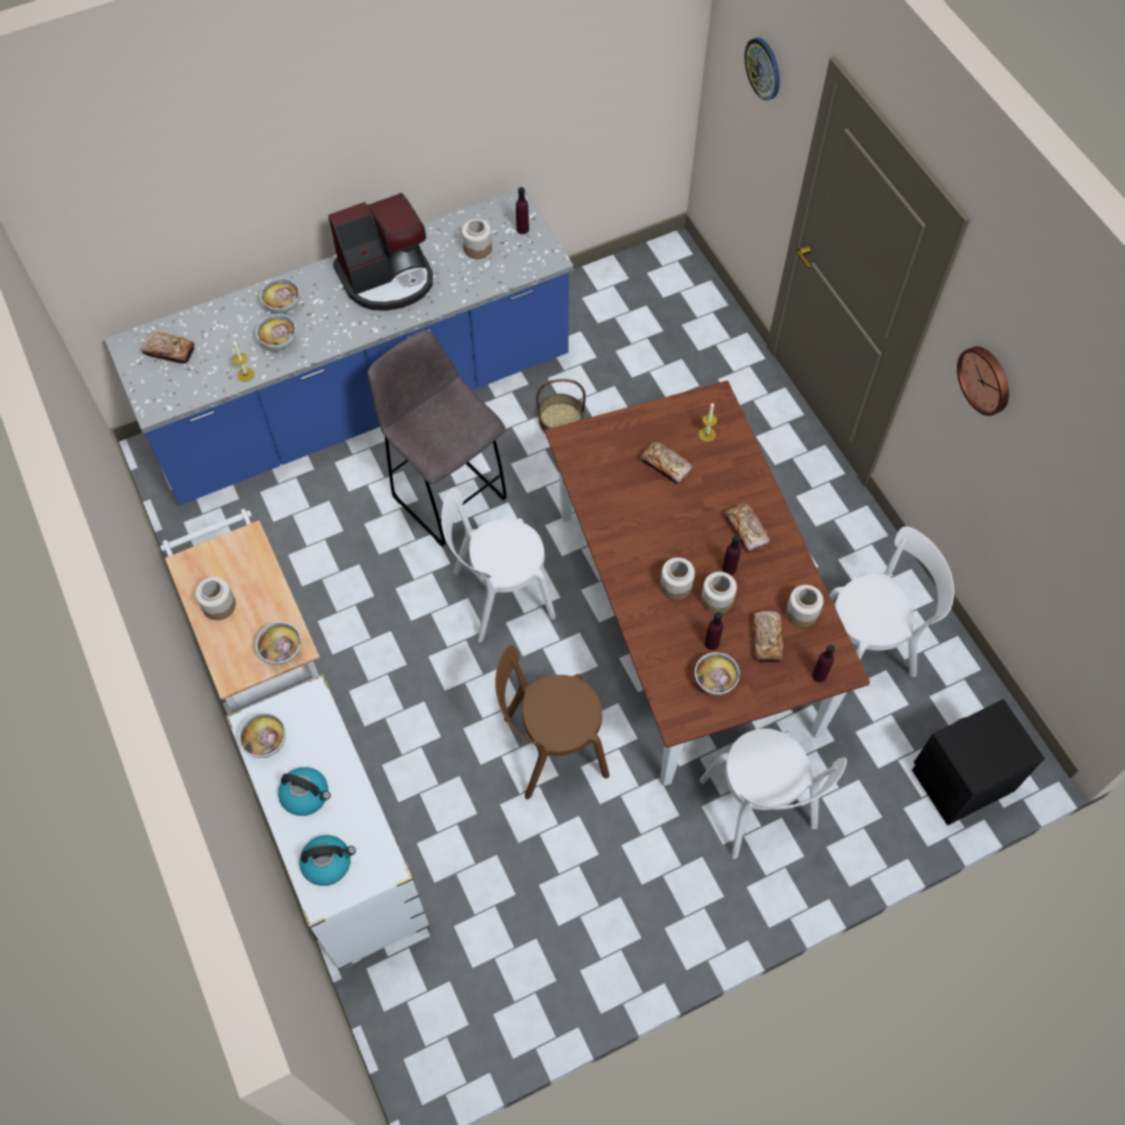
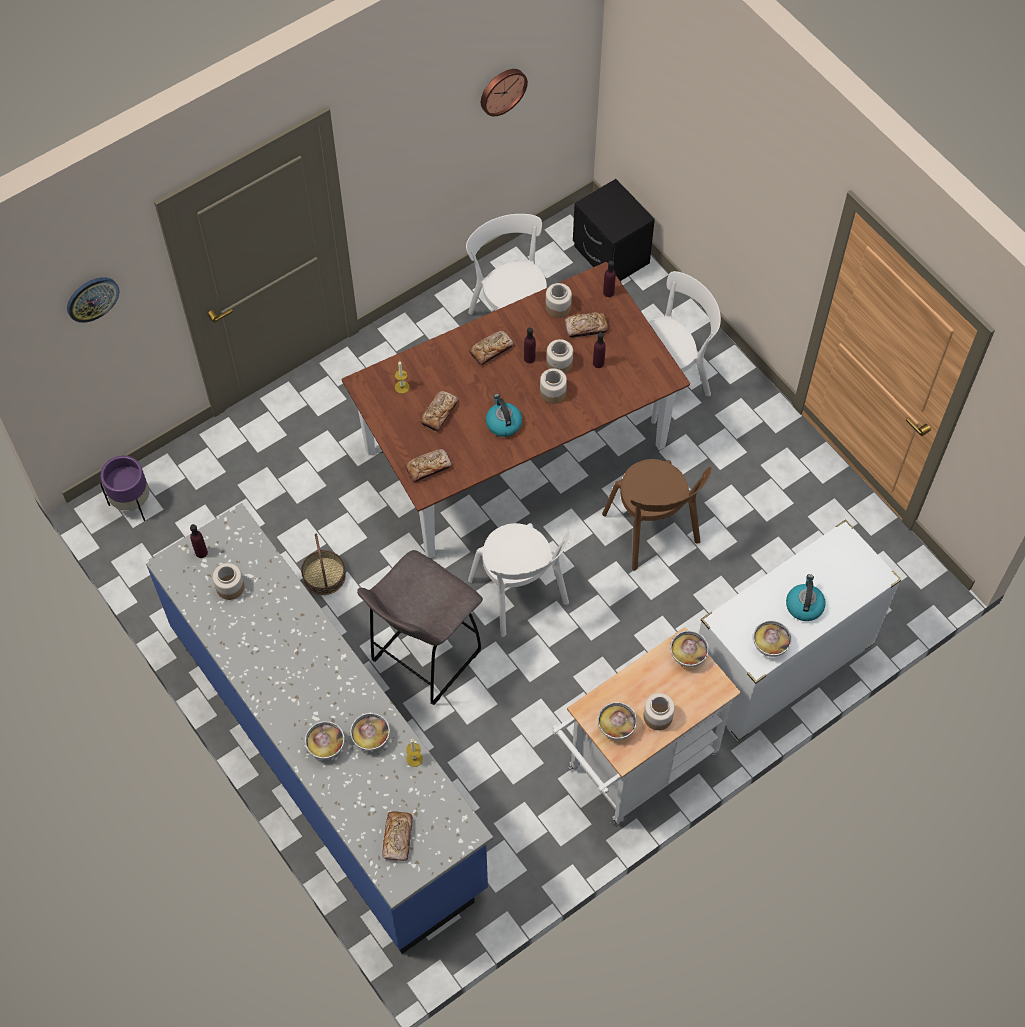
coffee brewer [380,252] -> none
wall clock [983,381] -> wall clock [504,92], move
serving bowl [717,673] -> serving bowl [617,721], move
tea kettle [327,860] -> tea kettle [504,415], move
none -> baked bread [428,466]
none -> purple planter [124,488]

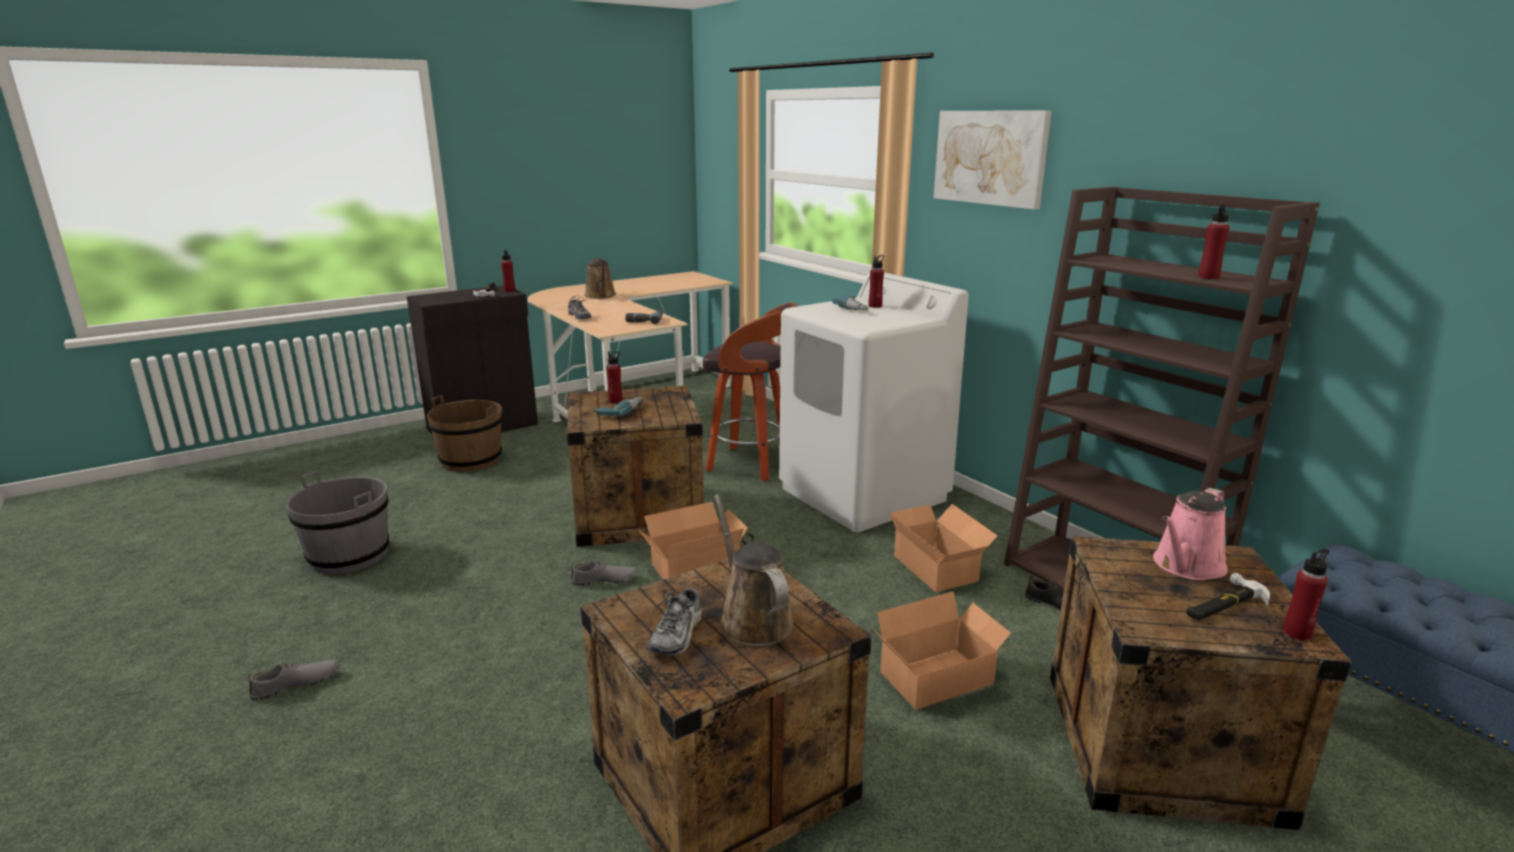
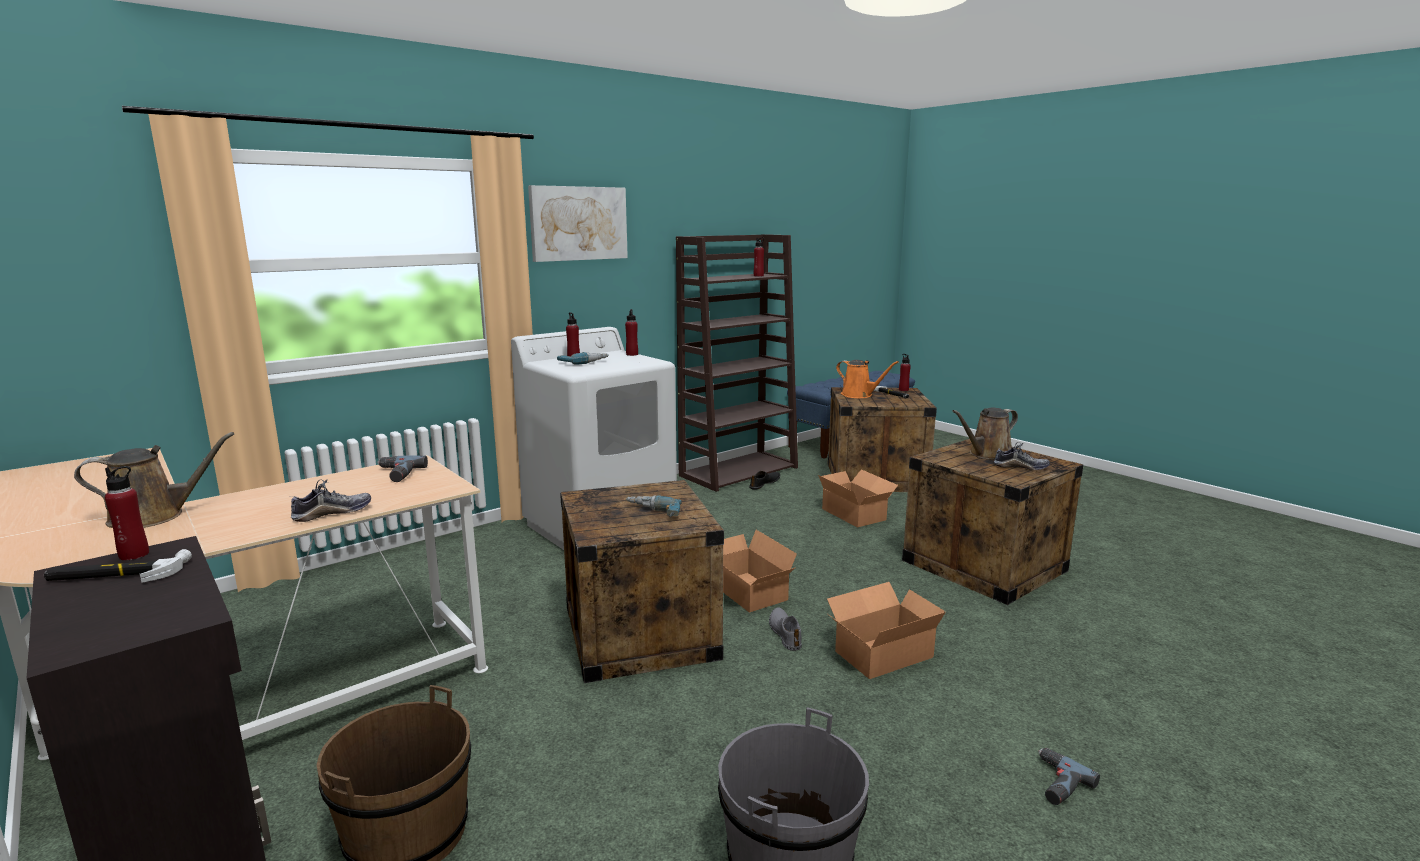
stool seat [750,391] -> none
red bottle [614,377] -> red bottle [631,332], move
pinkish watering can [1190,534] -> orangey watering can [867,379]
carton [943,548] -> carton [886,630], move
grey shoe [294,680] -> power drill [1069,776]

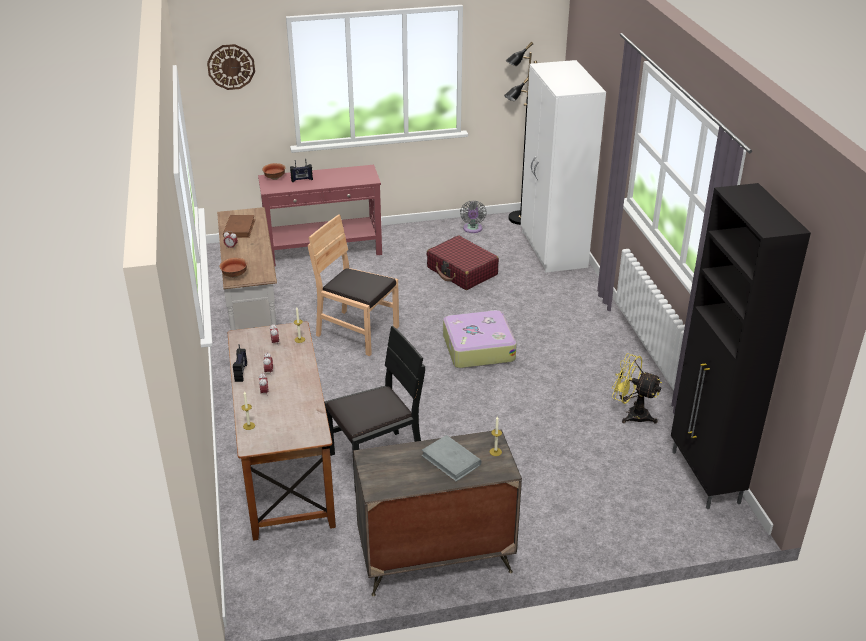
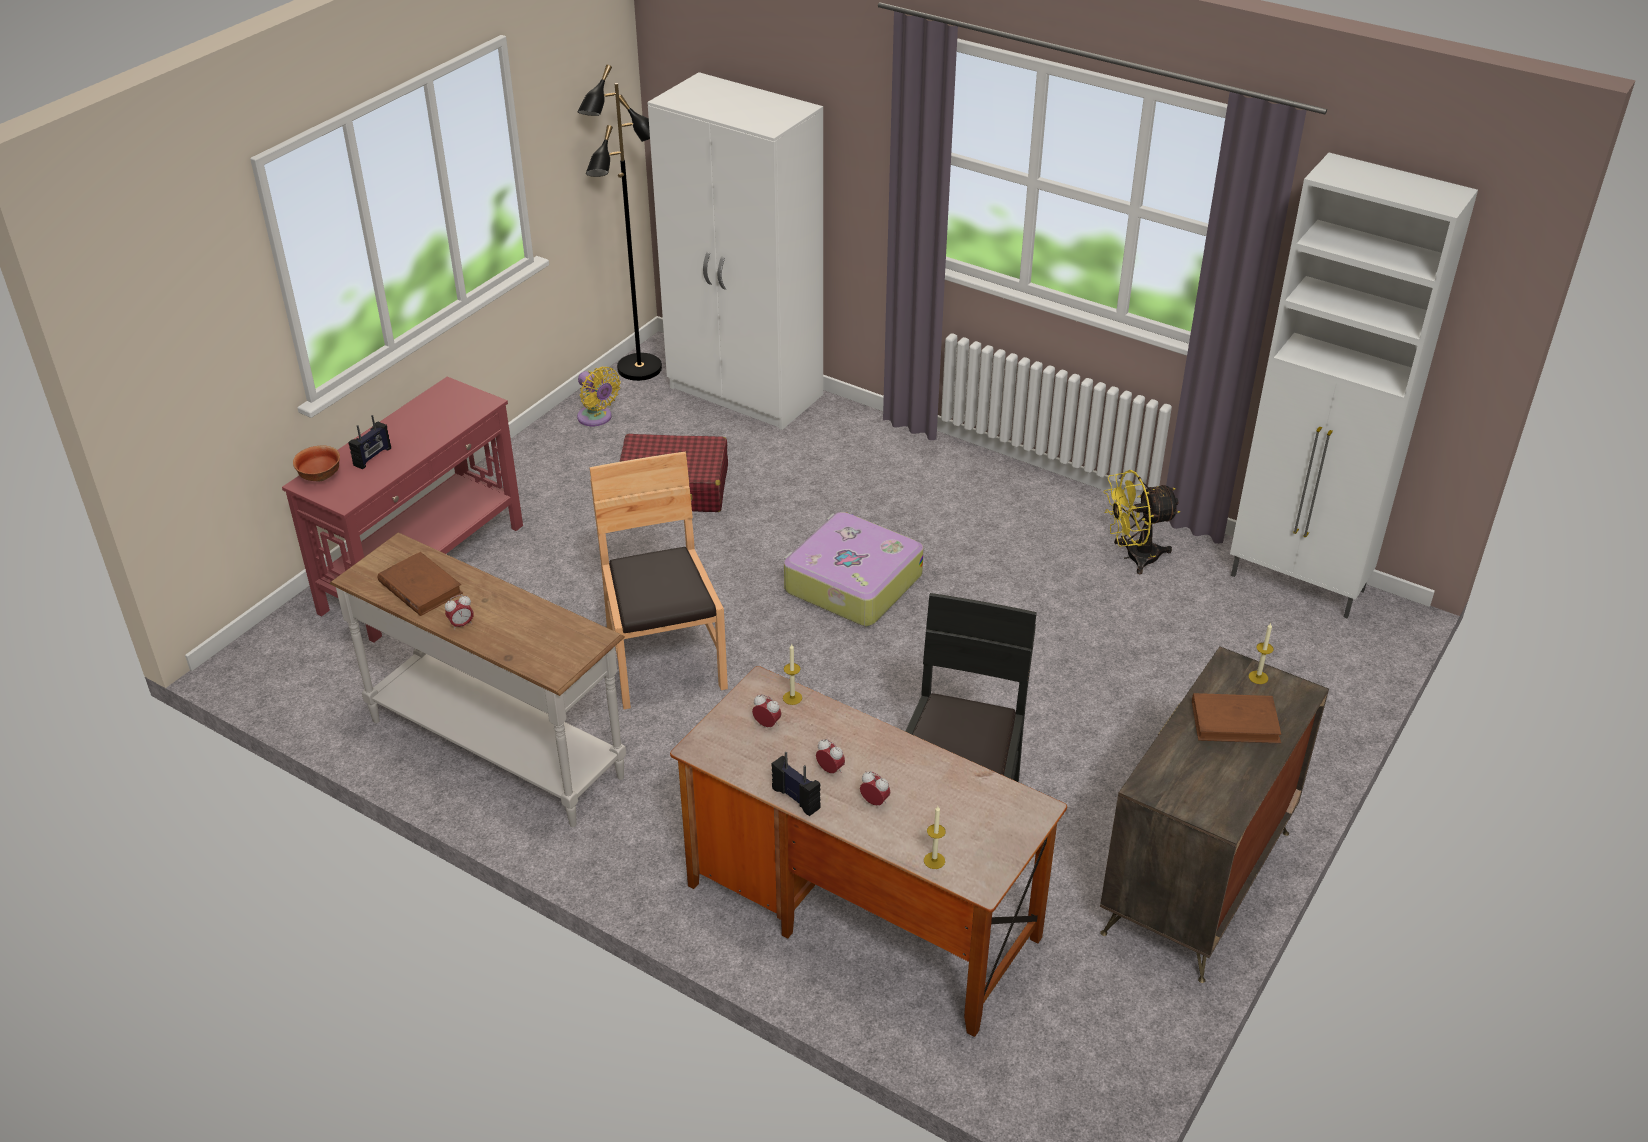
wall clock [231,67] -> none
black-coloured cabinet [741,346] -> white-coloured cabinet [1354,385]
grey cooling fan [473,216] -> yellow-coloured cooling fan [599,396]
brown-coloured upright chair [353,285] -> brown-coloured upright chair [659,580], 90 degrees clockwise
serving bowl [233,268] -> none
grey book [452,458] -> brown-coloured book [1236,718]

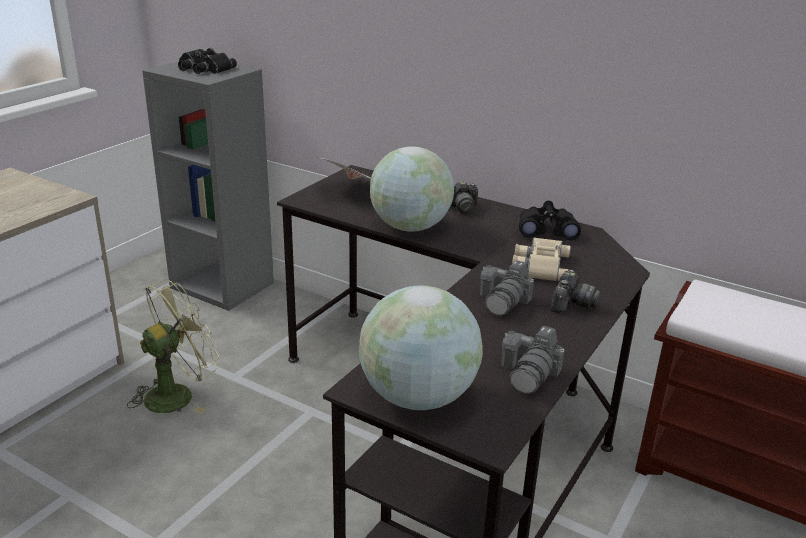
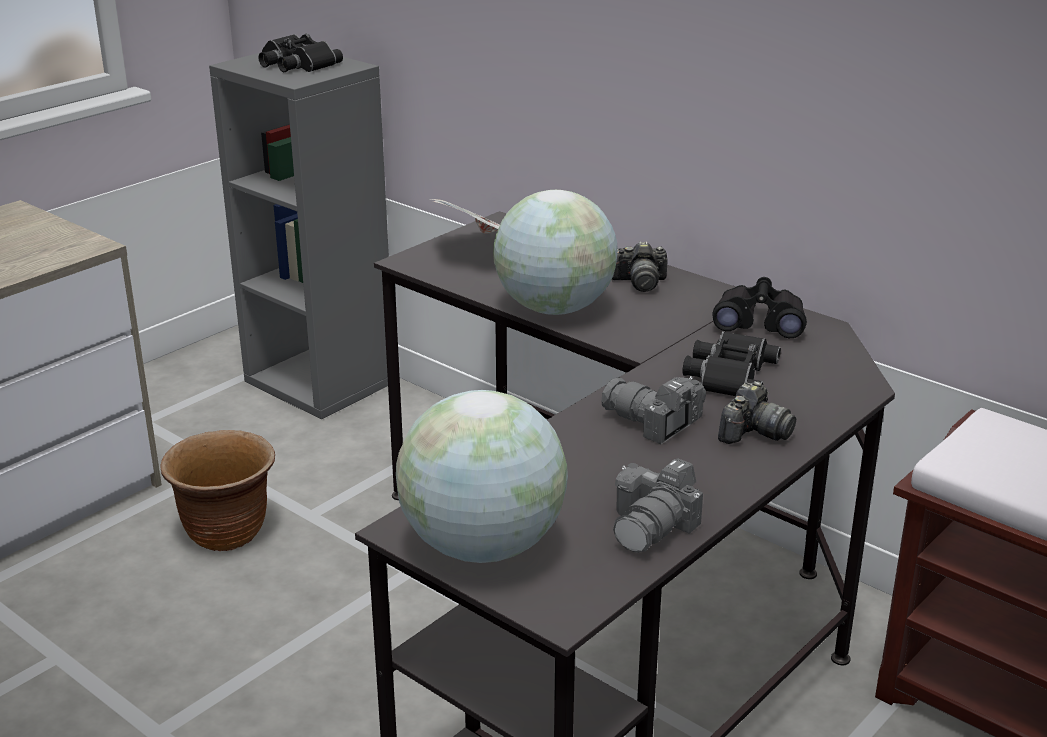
beige-coloured pair of binoculars [541,259] -> black-coloured pair of binoculars [731,363]
photo camera [507,288] -> photo camera [654,410], 90 degrees clockwise
green cooling fan [173,346] -> brown-coloured planter [217,490]

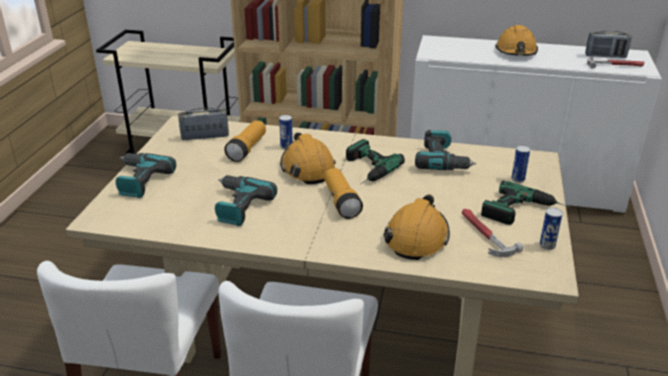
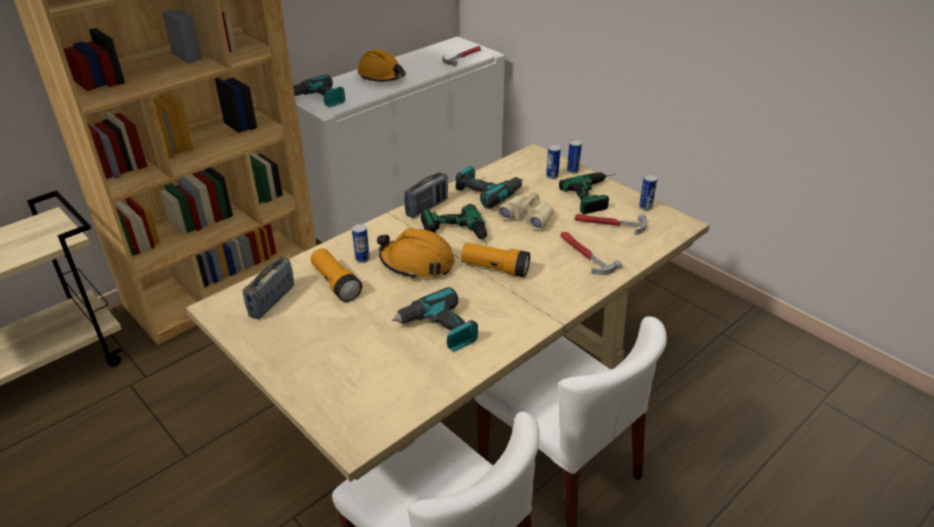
radio receiver [608,44] -> radio receiver [426,195], move
power drill [146,175] -> power drill [319,90], move
orangey work helmet [417,227] -> hammer [591,253]
none -> sealed can [574,157]
none -> beige-coloured pair of binoculars [526,211]

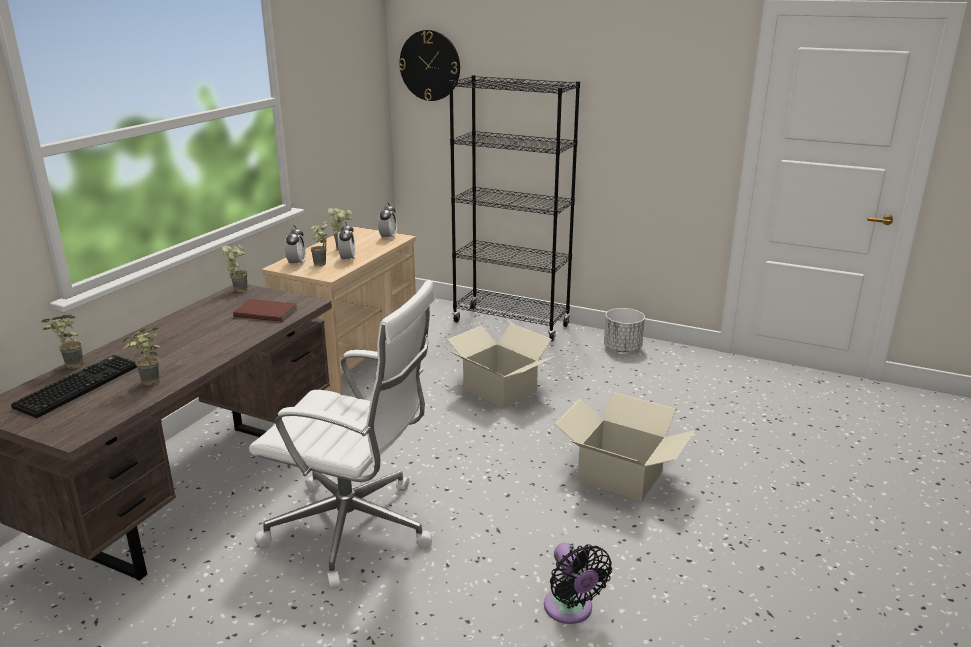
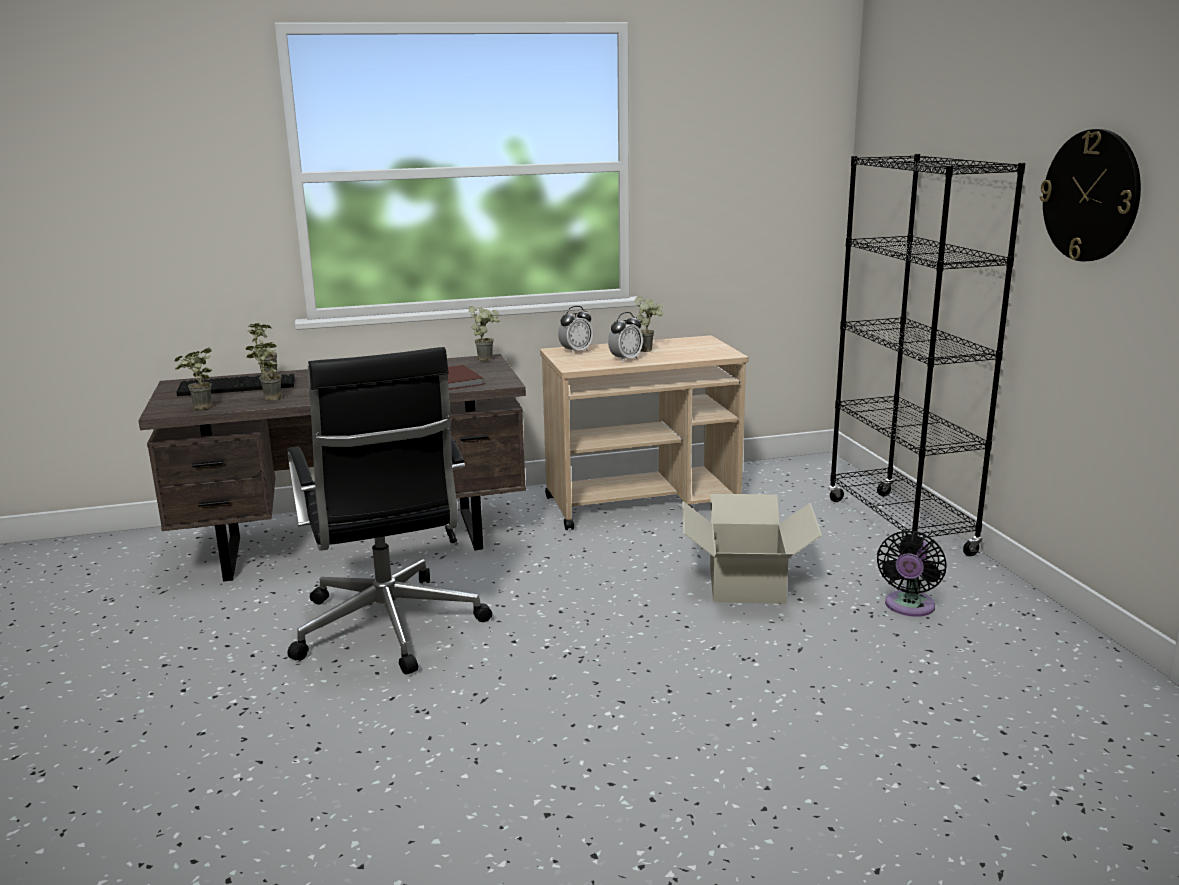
wall clock [429,65] -> wall clock [1090,195], move
alarm clock [387,221] -> none
houseplant [319,242] -> houseplant [193,379], move
white-coloured computer chair [342,434] -> black-coloured computer chair [389,511]
white-coloured planter [624,330] -> none
carton [625,447] -> none
black-coloured cooling fan [578,583] -> black-coloured cooling fan [911,574], move

